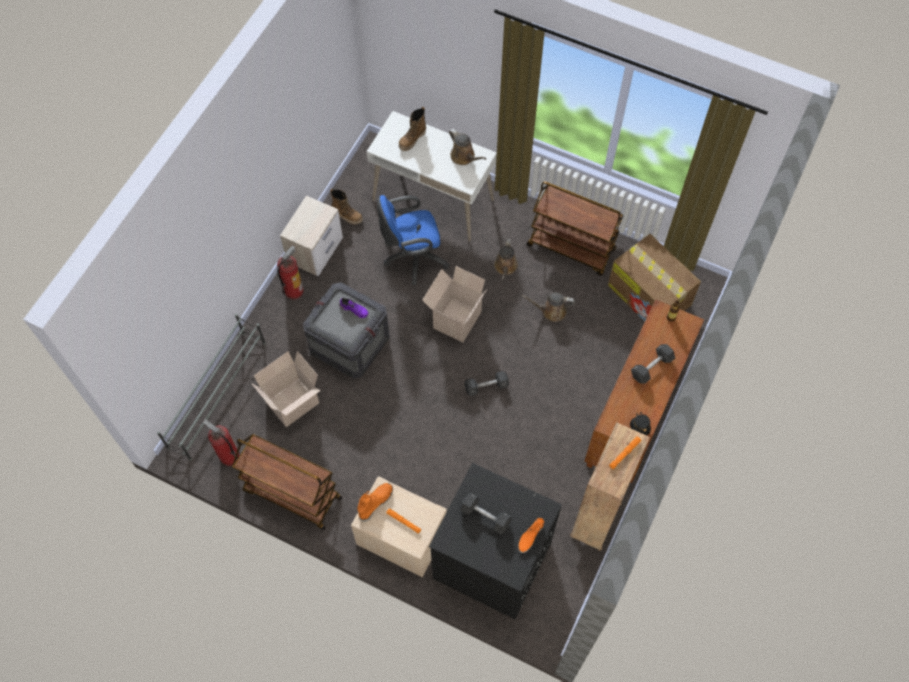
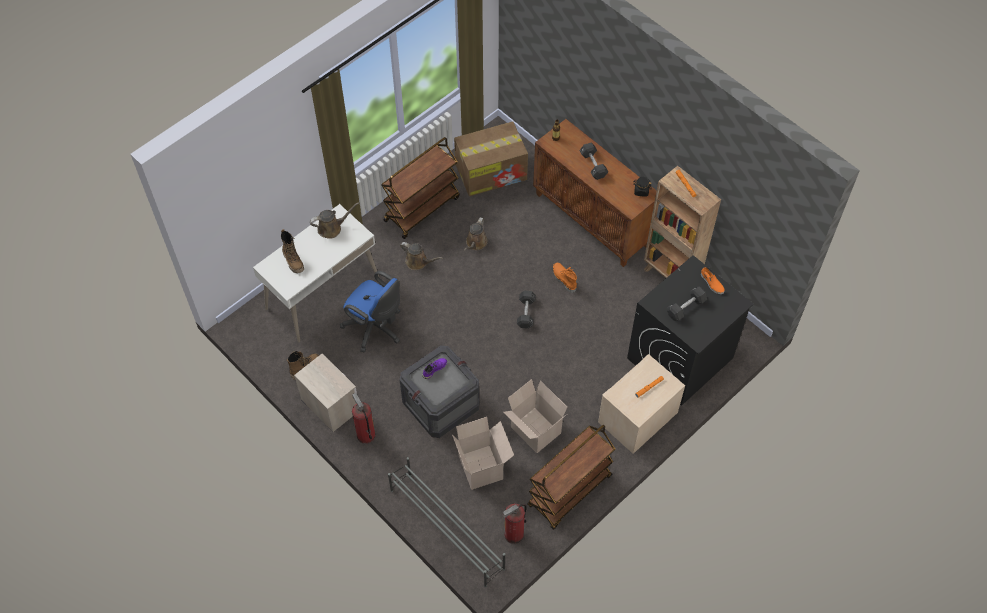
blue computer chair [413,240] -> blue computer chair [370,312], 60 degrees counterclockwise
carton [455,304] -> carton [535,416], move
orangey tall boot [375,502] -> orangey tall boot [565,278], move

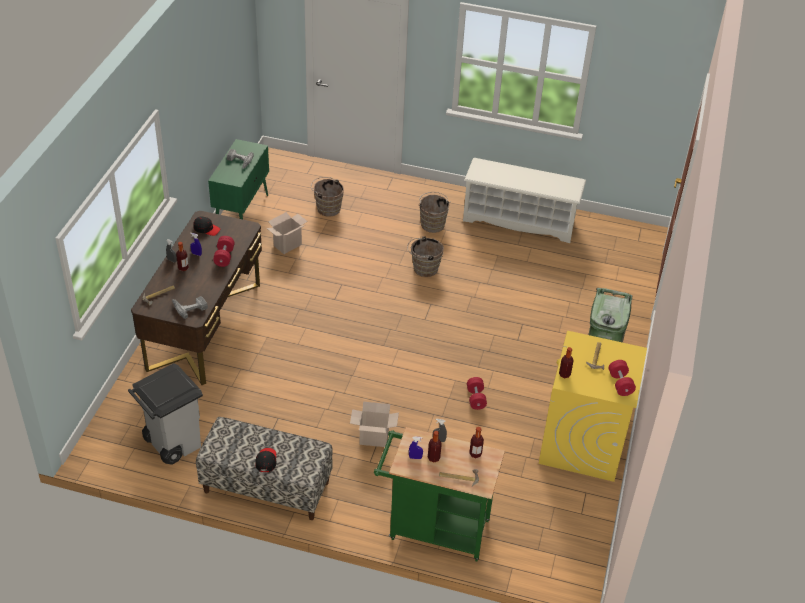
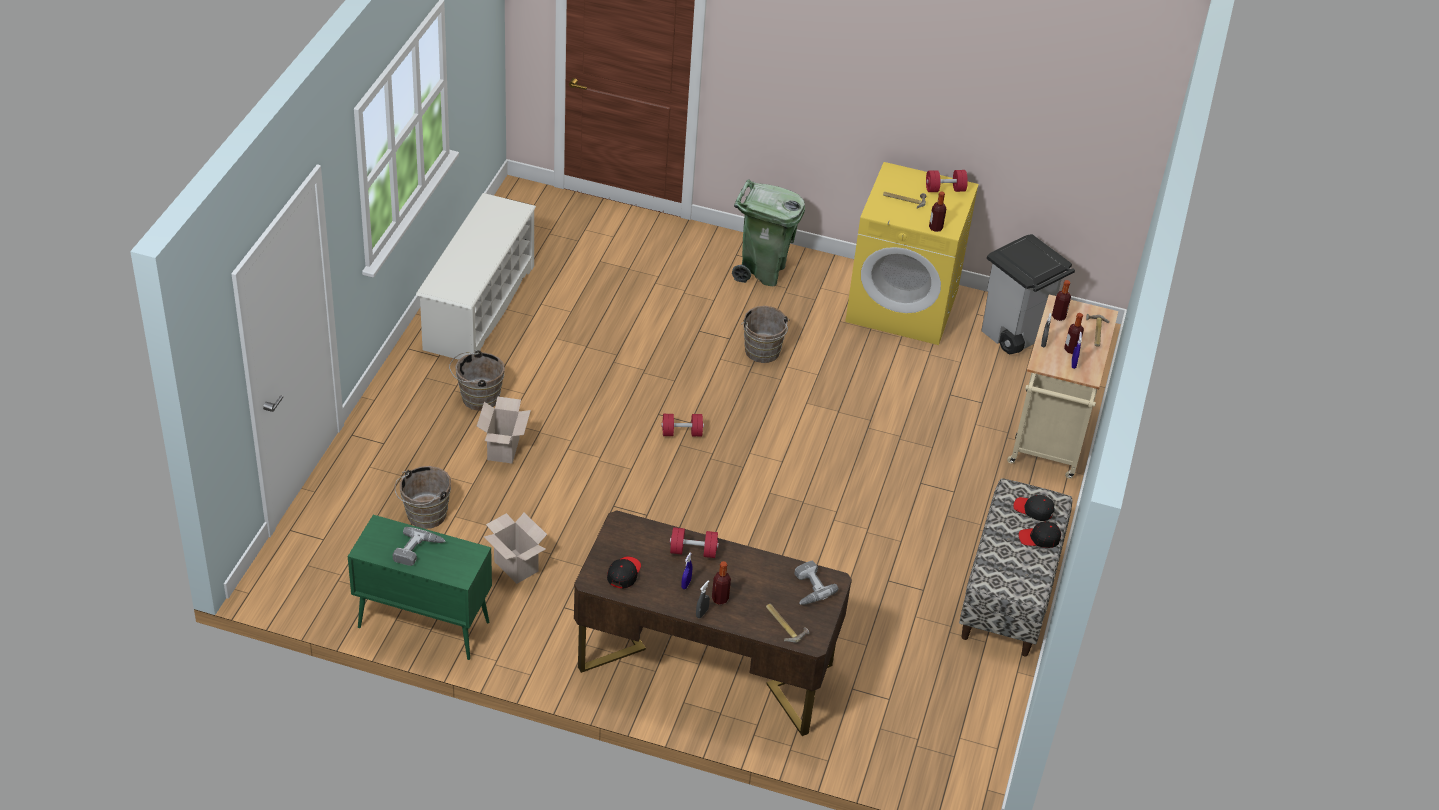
brown-coloured water bucket [425,256] -> brown-coloured water bucket [765,334], move
grey waste bin [165,414] -> grey waste bin [1028,294], move
red hand weight [477,393] -> red hand weight [682,425], move
carton [374,424] -> carton [504,429], move
green trolley [439,494] -> beige-coloured trolley [1062,386]
none -> black-coloured peaked cap [1033,508]

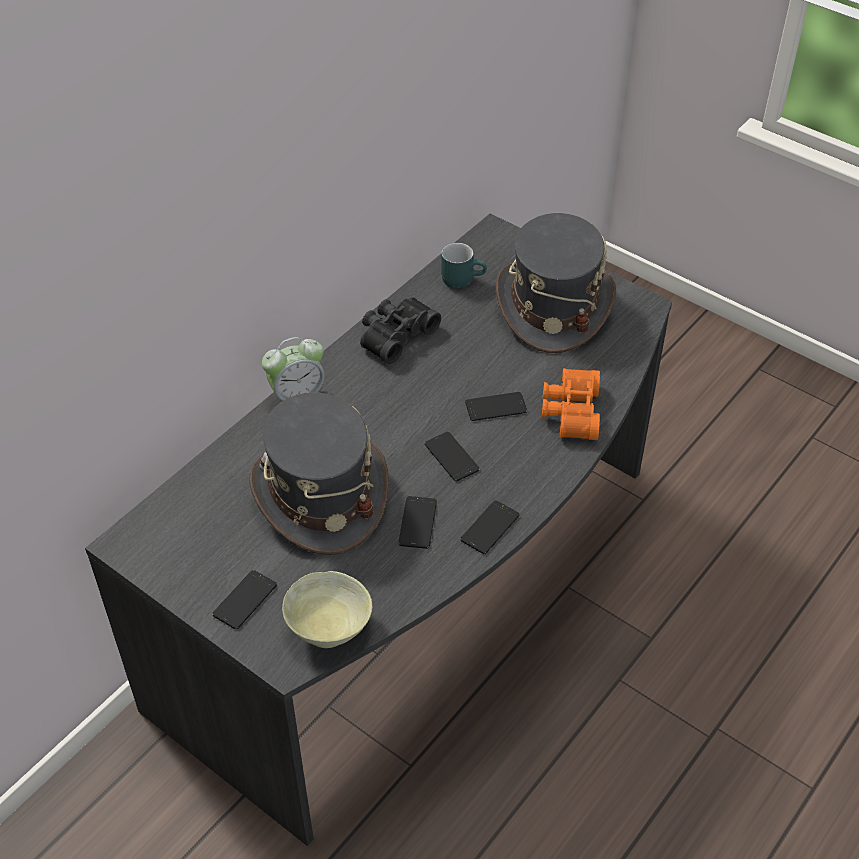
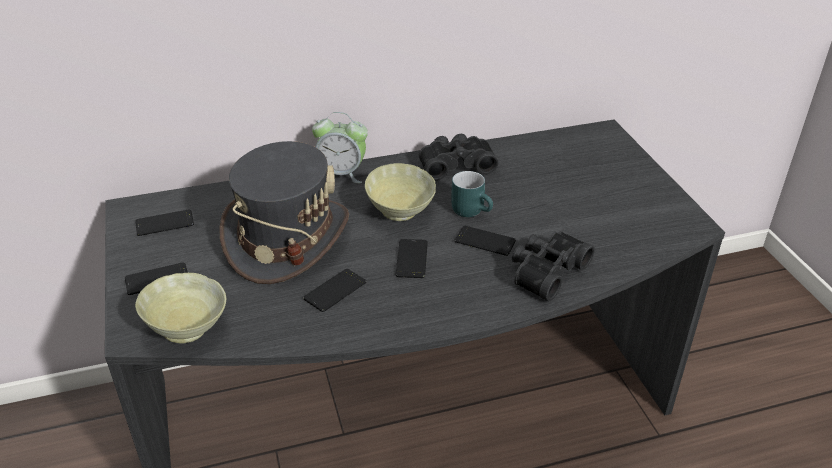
grey hat [556,283] -> none
turquoise-coloured mug [464,266] -> turquoise-coloured mug [472,194], move
orangey pair of binoculars [571,404] -> black-coloured pair of binoculars [553,266]
phone [489,527] -> phone [164,223], move
none -> beige-coloured serving bowl [400,192]

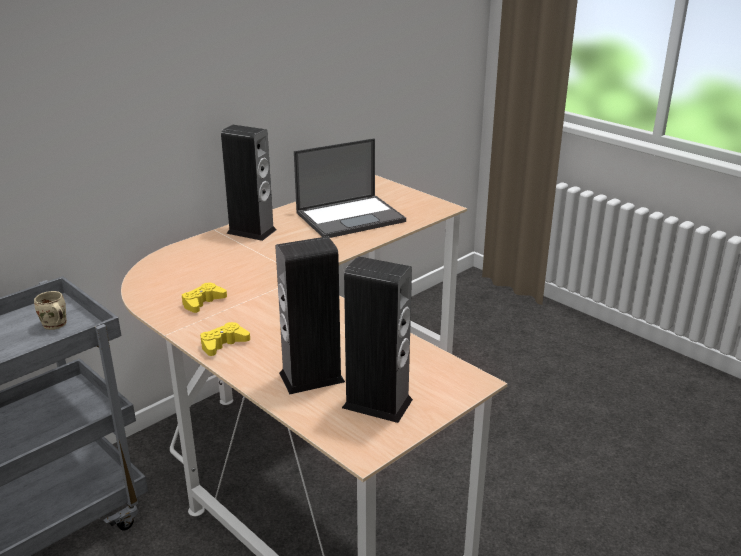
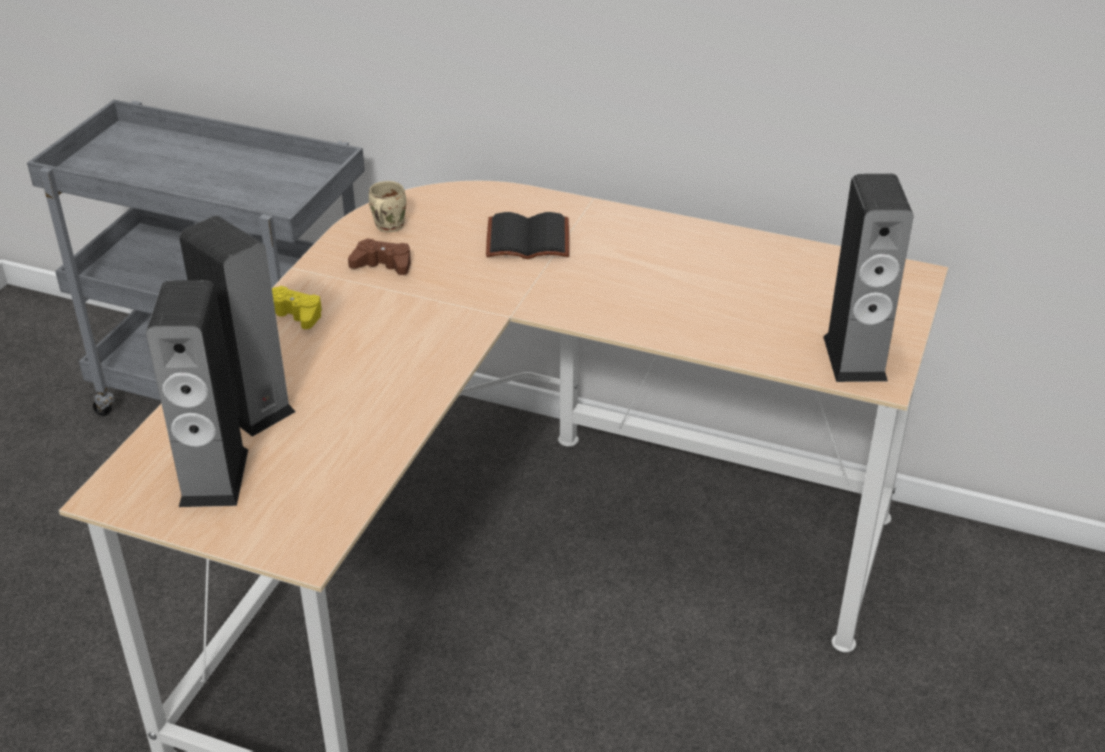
audio speaker [248,183] -> audio speaker [868,278], move
notebook computer [350,188] -> none
yellow-coloured gamepad [204,298] -> brown-coloured gamepad [379,257]
beige-coloured mug [50,310] -> beige-coloured mug [387,206], move
none -> black-coloured book [527,235]

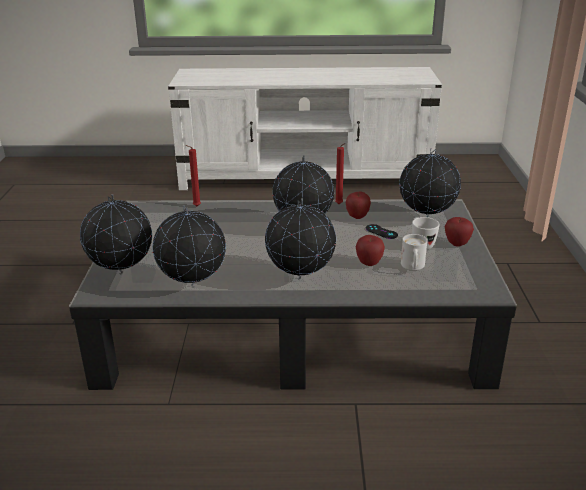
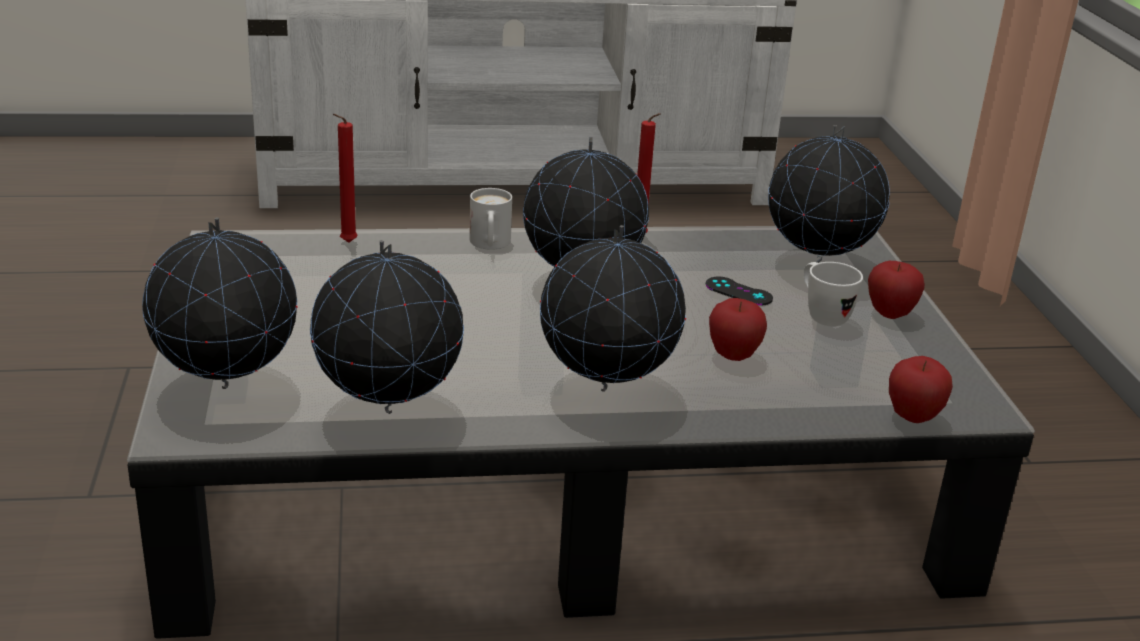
apple [358,205] -> apple [921,389], move
white-coloured mug [414,252] -> white-coloured mug [491,219], move

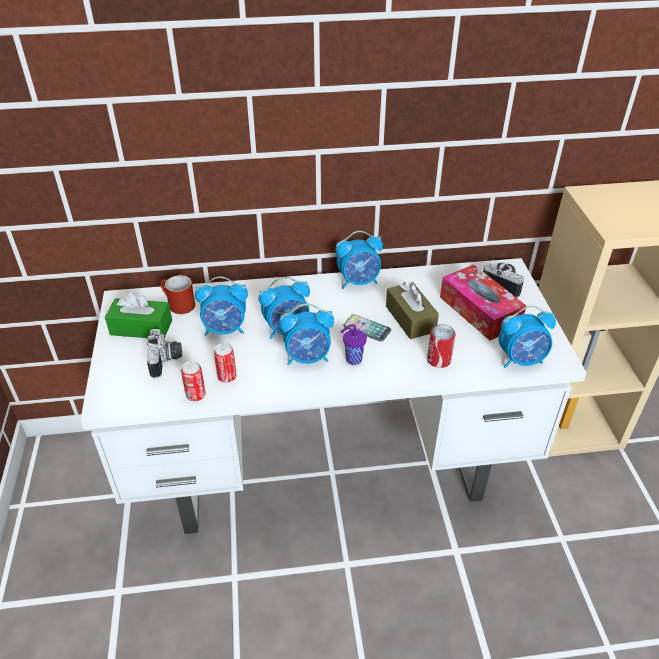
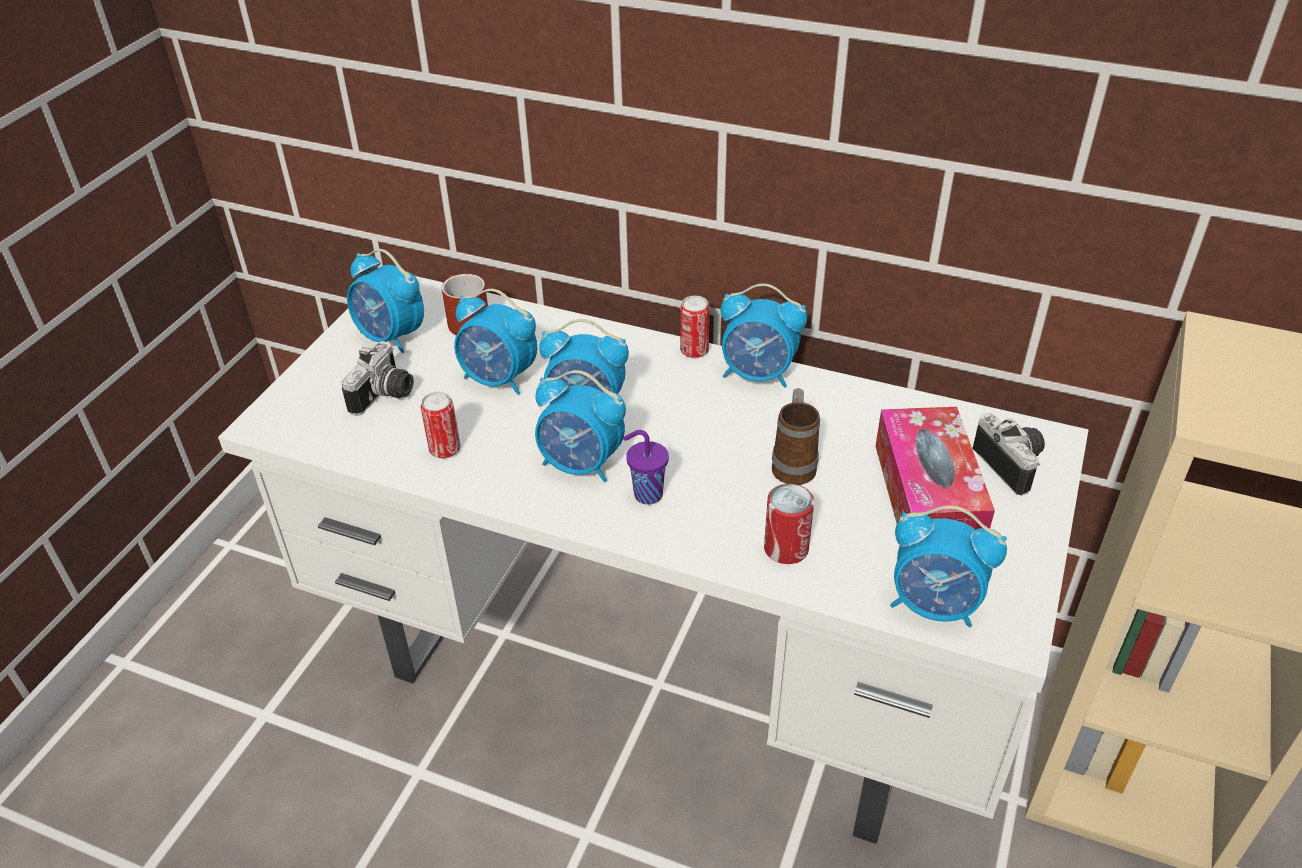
brown-coloured tissue box [412,310] -> mug [796,436]
green tissue box [138,315] -> alarm clock [385,301]
phone [367,328] -> none
sealed can [193,381] -> sealed can [695,327], move

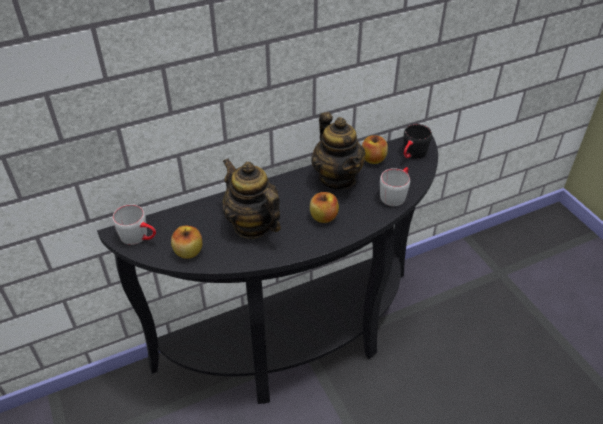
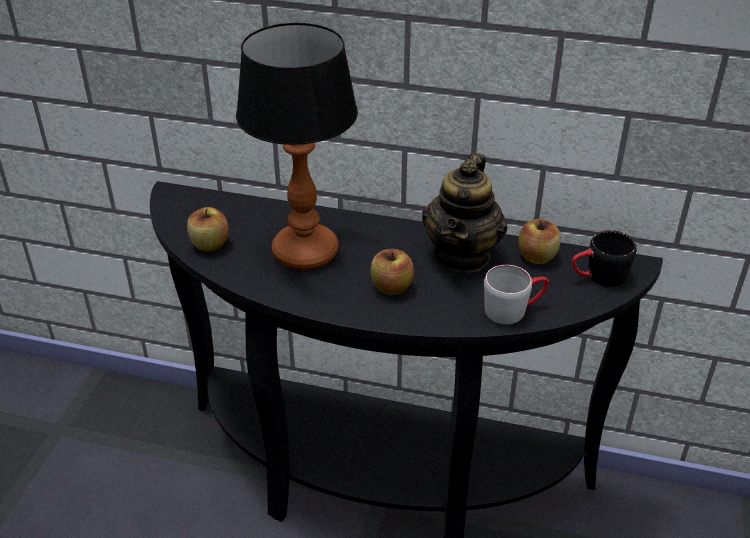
pot for tea [252,199] -> lamp for a table [297,146]
grey mug [134,224] -> none

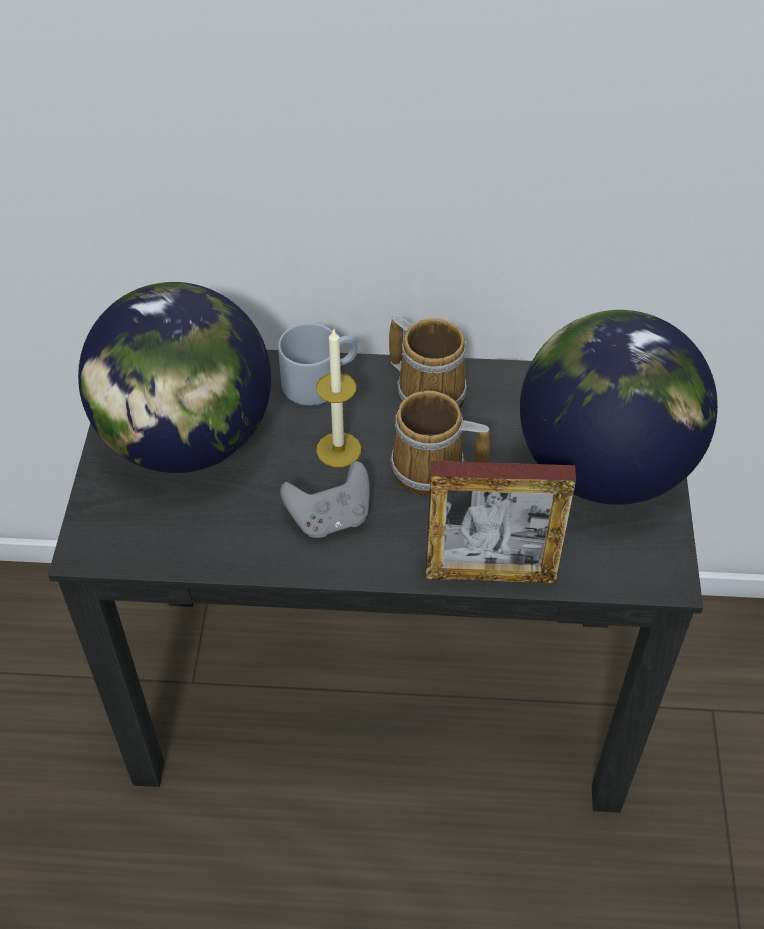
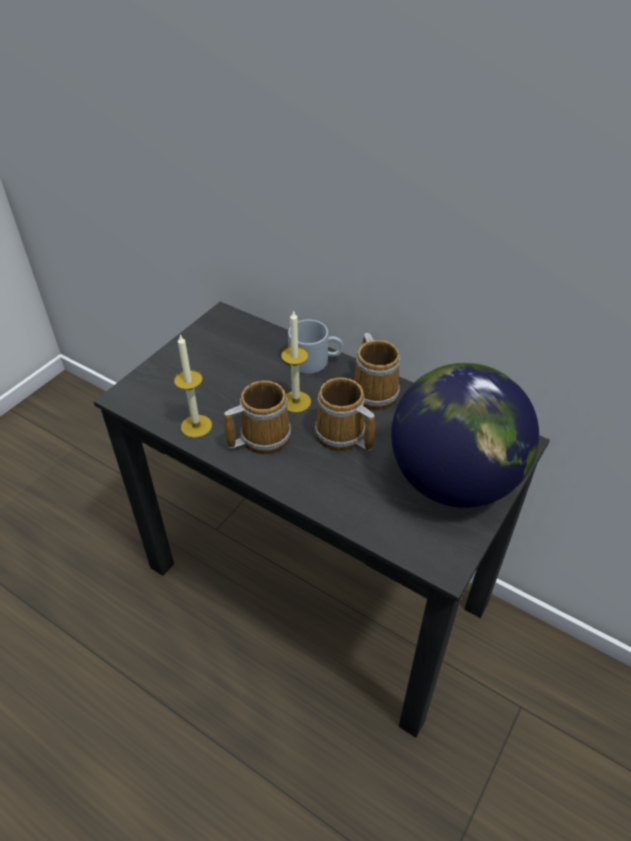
world globe [174,377] -> none
grey gamepad [325,499] -> mug [257,417]
standing frame [501,522] -> none
none -> candle [193,386]

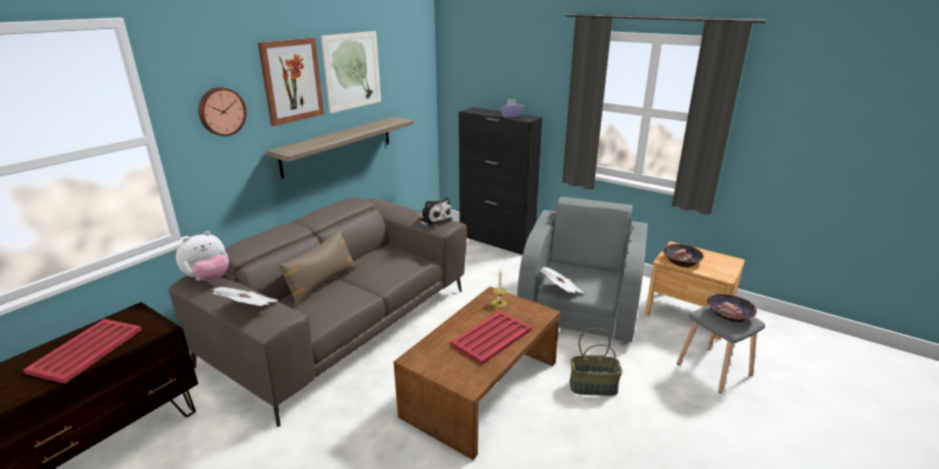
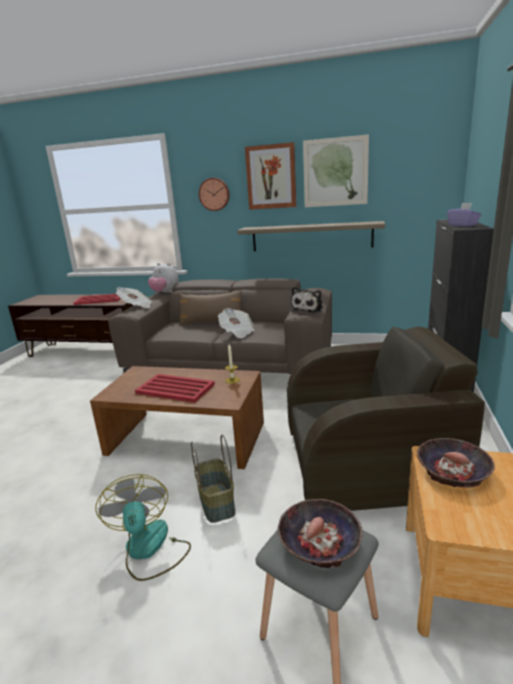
grey lounge chair [582,271] -> brown-coloured lounge chair [386,419]
daily paper [562,280] -> daily paper [236,323], move
none -> cooling fan [143,527]

